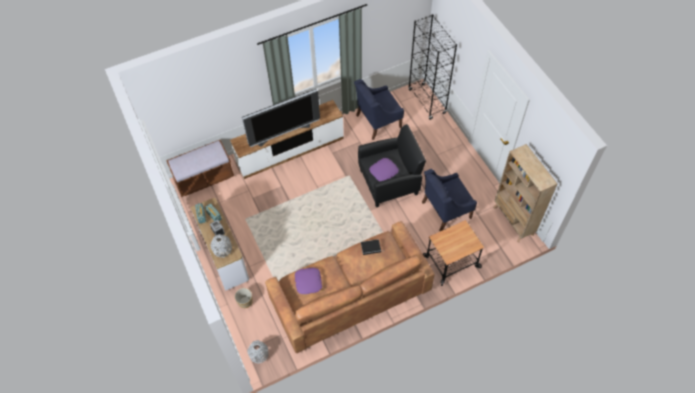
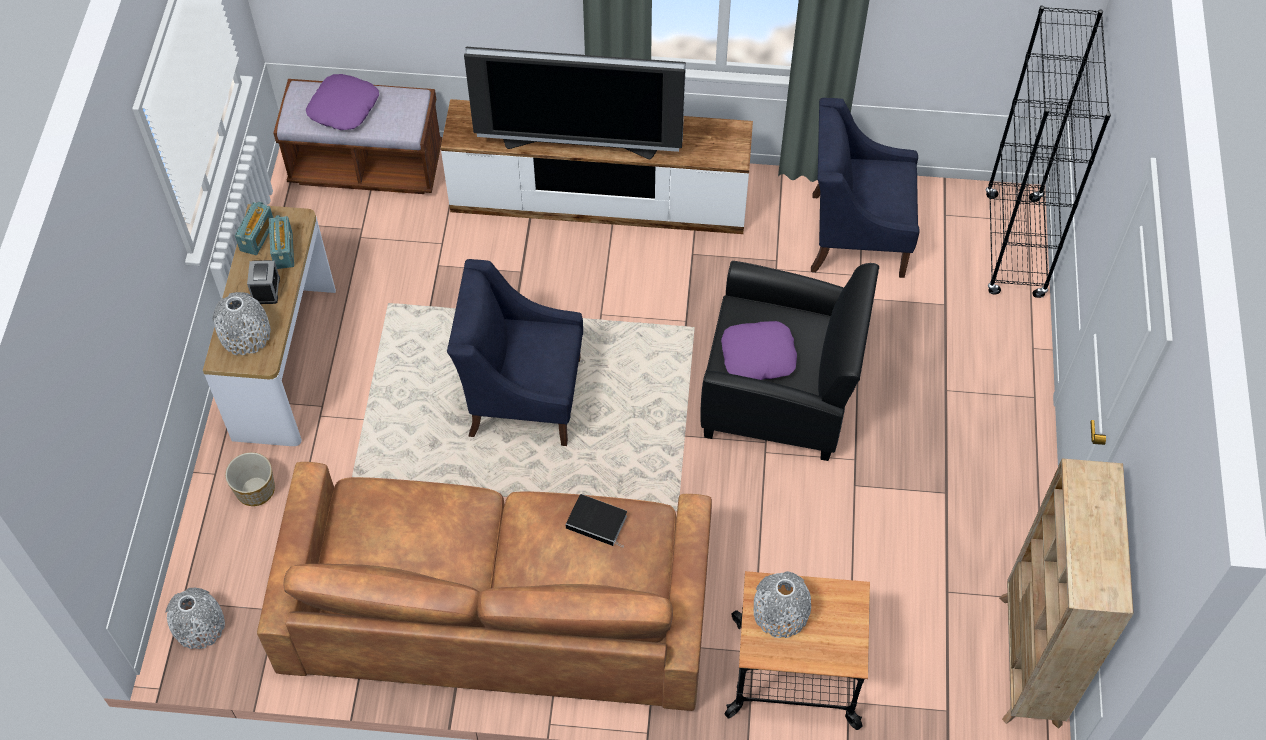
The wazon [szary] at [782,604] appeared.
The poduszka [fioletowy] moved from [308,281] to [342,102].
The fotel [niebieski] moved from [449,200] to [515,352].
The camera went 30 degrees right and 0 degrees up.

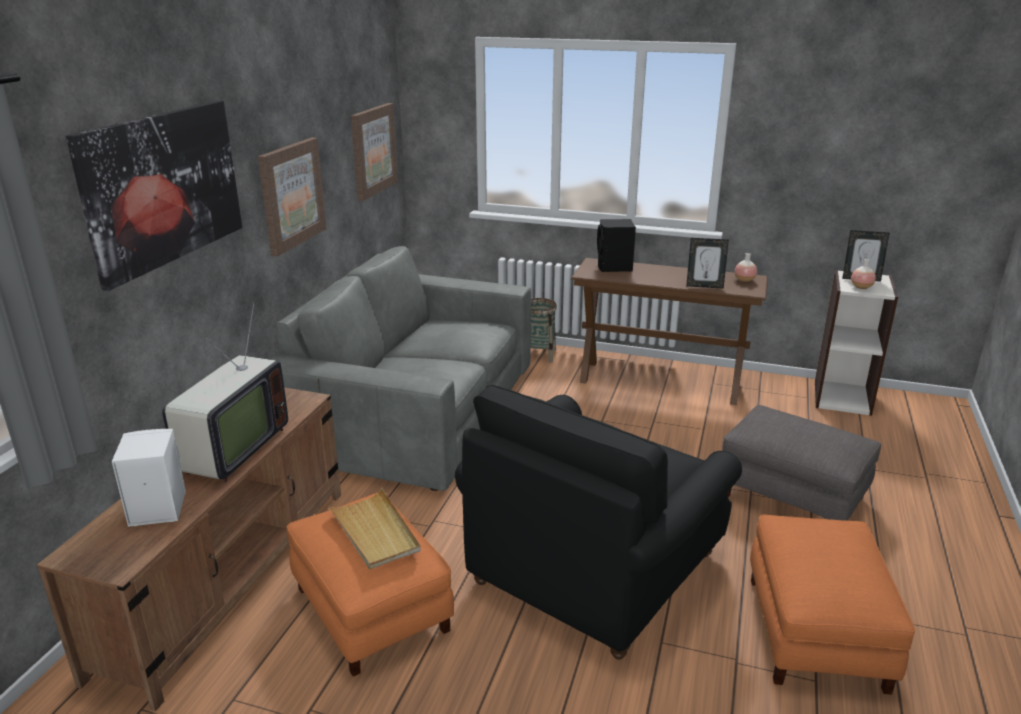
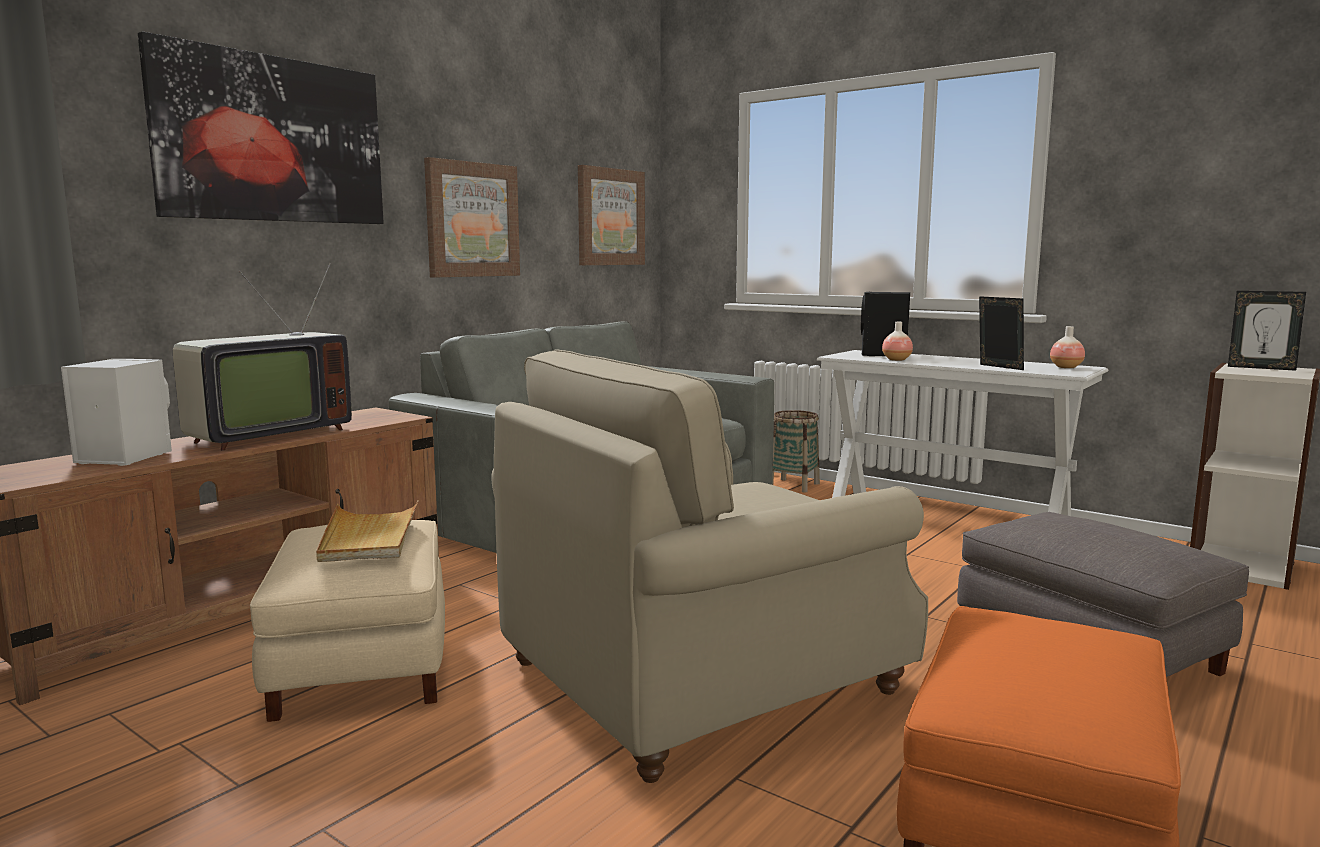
The wazon moved from [863,274] to [897,341].
The pufa [pomarańczowy] at [370,585] became the pufa [beżowy] at [347,621].
The fotel [czarny] at [598,522] became the fotel [beżowy] at [709,566].
The stolik konsolowy [brązowy] at [669,331] became the stolik konsolowy [biały] at [962,433].
The ramka na zdjęcie at [707,263] turned 150 degrees counterclockwise.
The camera went 20 degrees right and 15 degrees down.

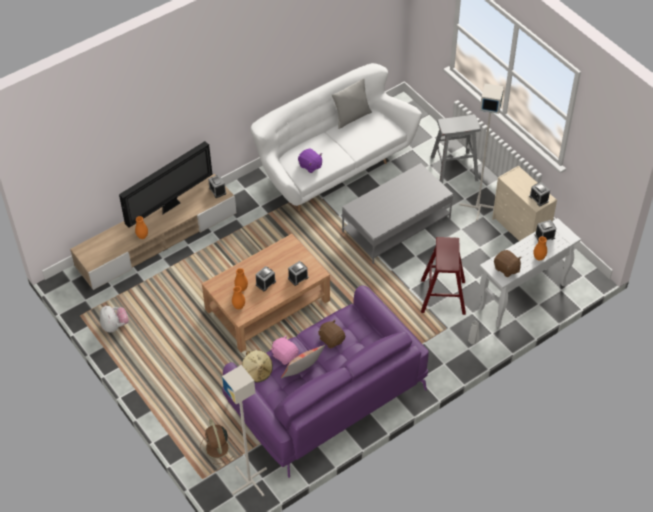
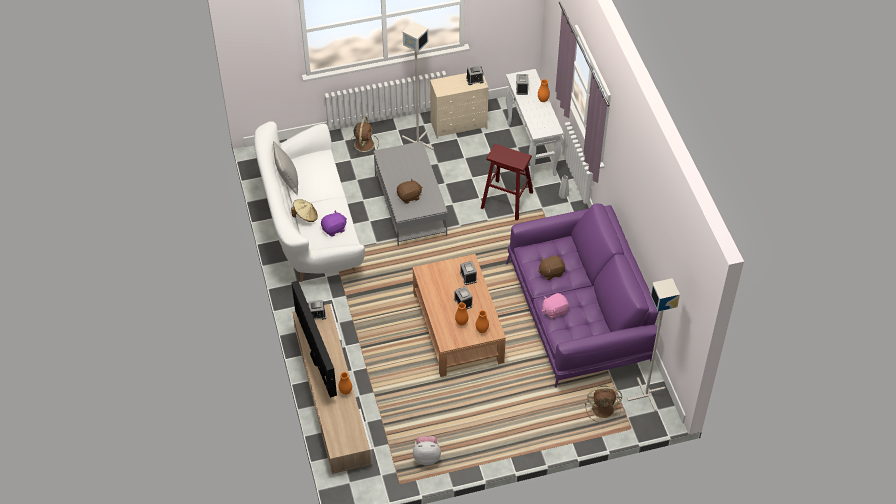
The poduszka at [303,361] disappeared.
The kapelusz [beżowy] moved from [257,366] to [304,210].
The pluszak [brązowy] moved from [507,263] to [409,191].
The stołek [szary] at [456,149] was replaced by the wentylator [brązowy] at [364,136].
The camera went 70 degrees left and 0 degrees up.

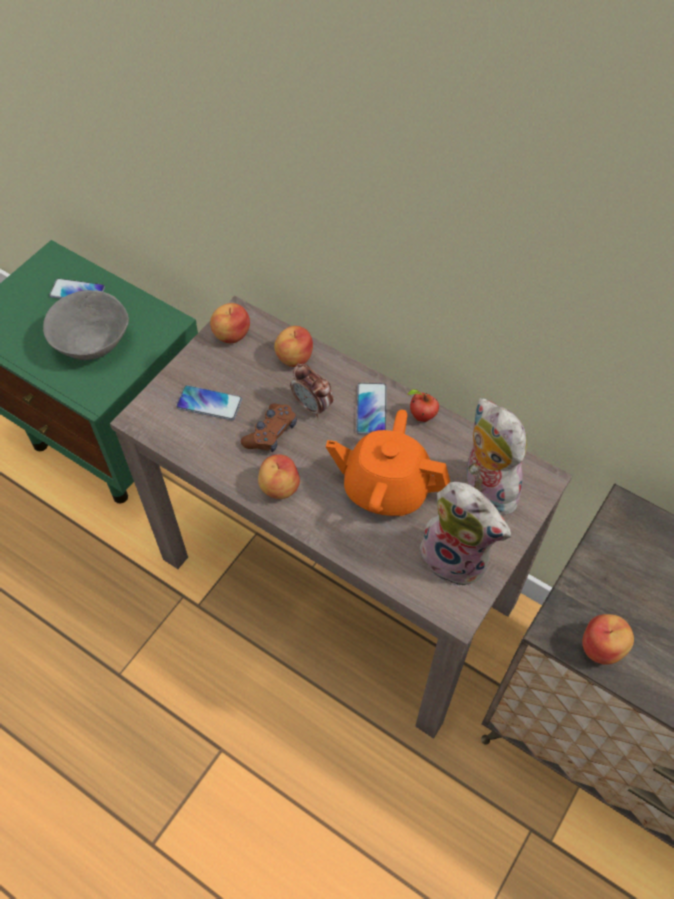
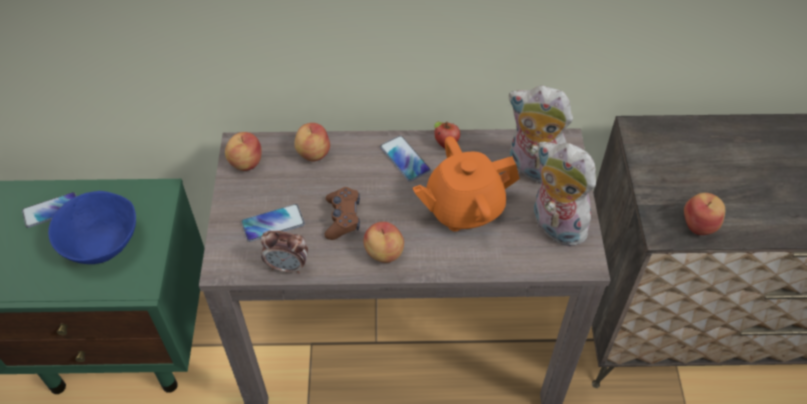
The budzik moved from [311,390] to [284,252].
The miska [szary] at [86,325] became the miska [niebieski] at [92,227].
The pluszak at [465,534] turned 135 degrees counterclockwise.
The camera went 35 degrees left and 5 degrees down.

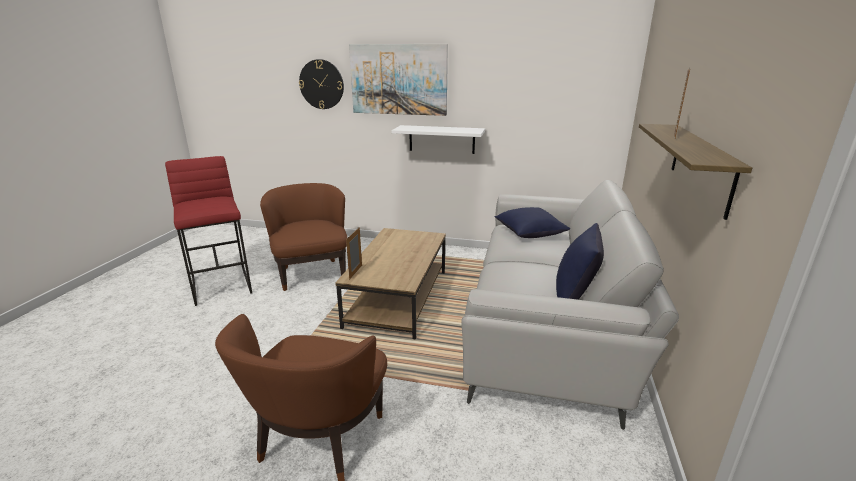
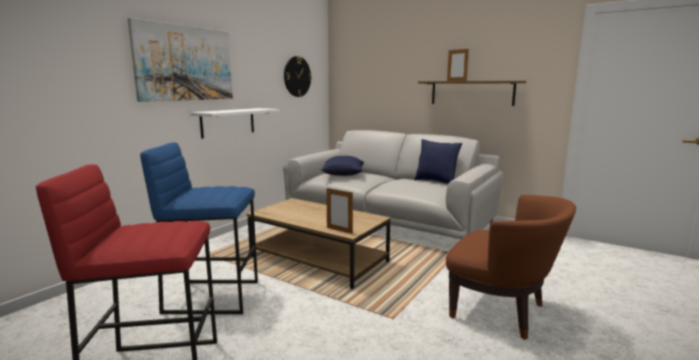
The zegar ścienny moved from [321,84] to [298,76].
The fotel [brązowy] at [303,237] was replaced by the stołek [niebieski] at [199,228].
The camera went 70 degrees left and 10 degrees down.

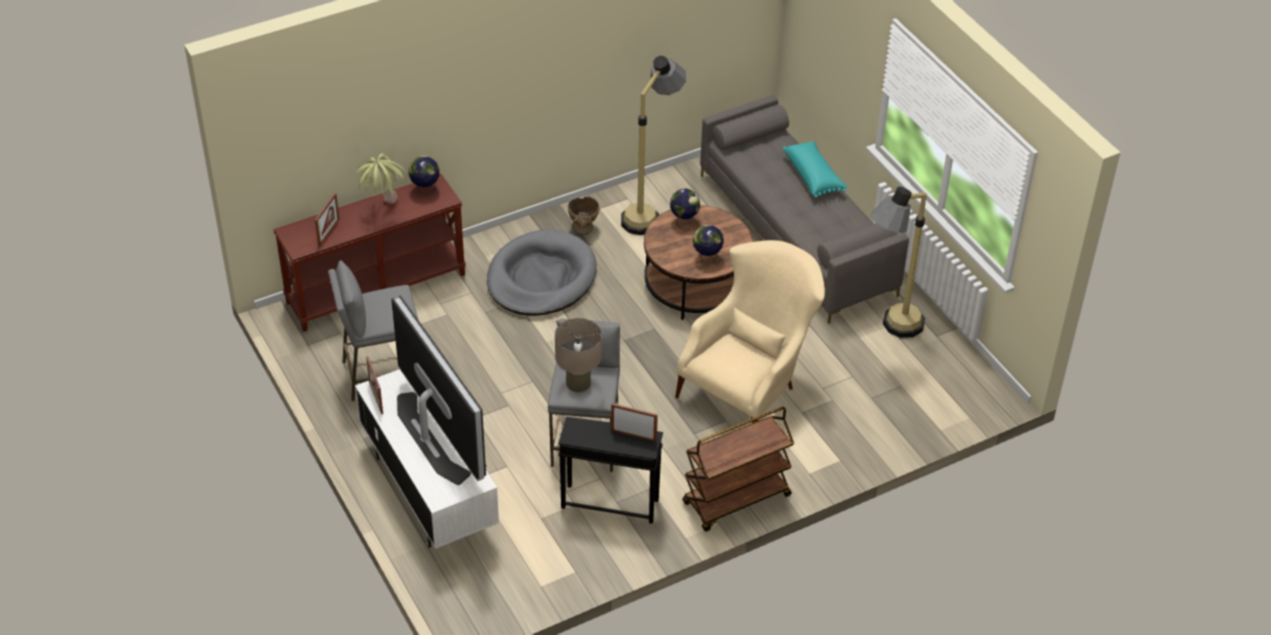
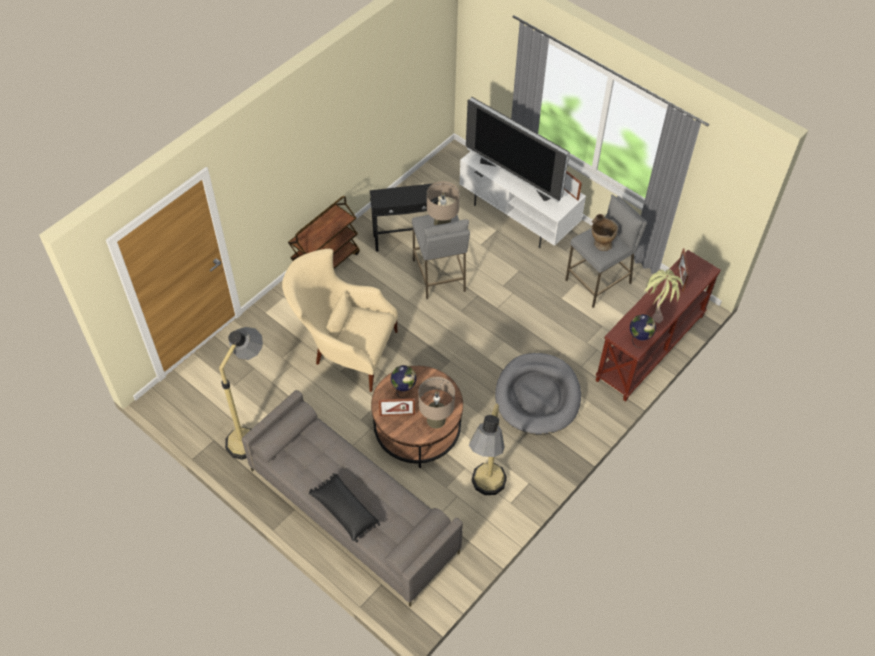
The wazon [beżowy] moved from [584,215] to [605,232].
The ramka na zdjęcie moved from [634,422] to [397,407].
The globus at [685,209] was replaced by the lampa stołowa [beżowy] at [436,402].
The poduszka [turkusowy] at [815,169] became the poduszka [czarny] at [344,507].
The fotel [beżowy] at [750,331] turned 90 degrees clockwise.
The camera went 160 degrees right and 10 degrees up.

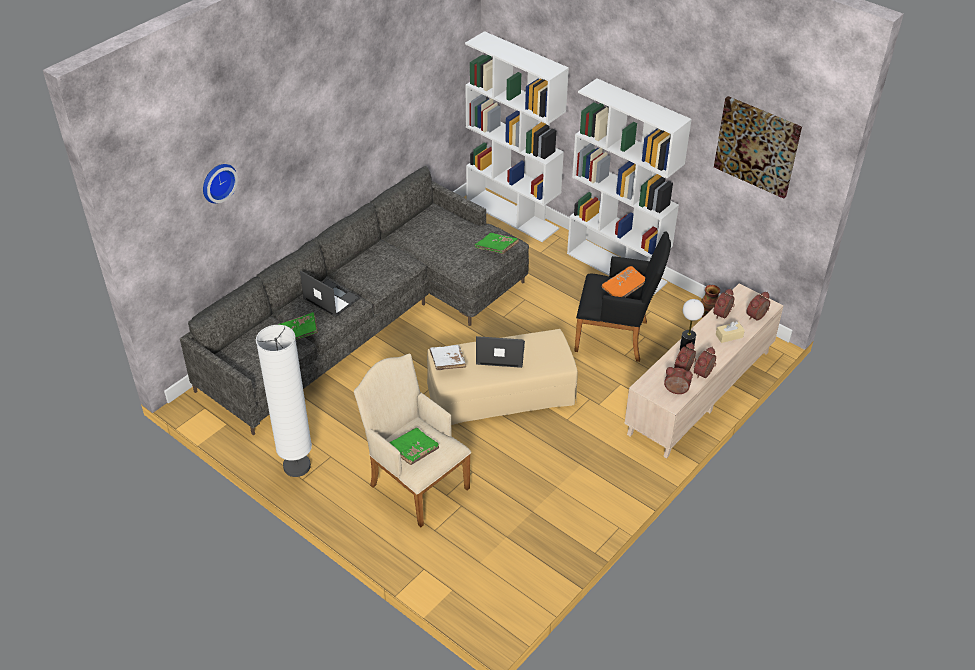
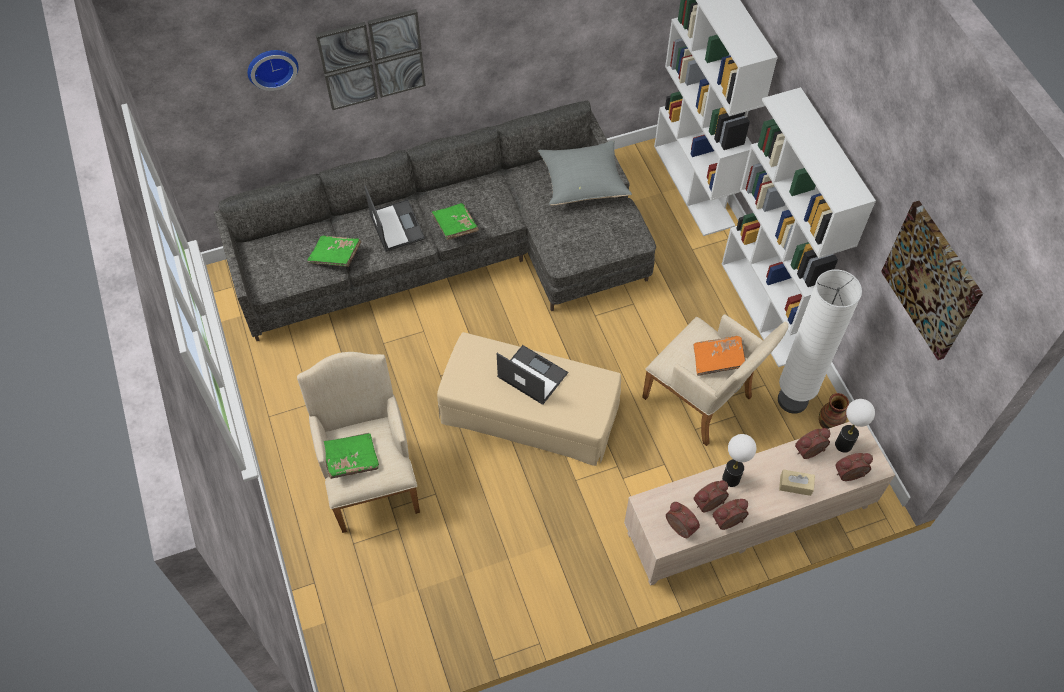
The książka [biały] at [447,357] disappeared.
The obraz at [371,59] appeared.
The poduszka [szary] at [585,173] appeared.
The lampa stołowa at [855,426] appeared.
The lampa stojąca [biały] moved from [284,401] to [820,341].
The książka [zielony] moved from [496,243] to [455,221].
The fotel [czarny] at [622,296] became the fotel [beżowy] at [715,380].
The camera went 30 degrees right and 15 degrees up.

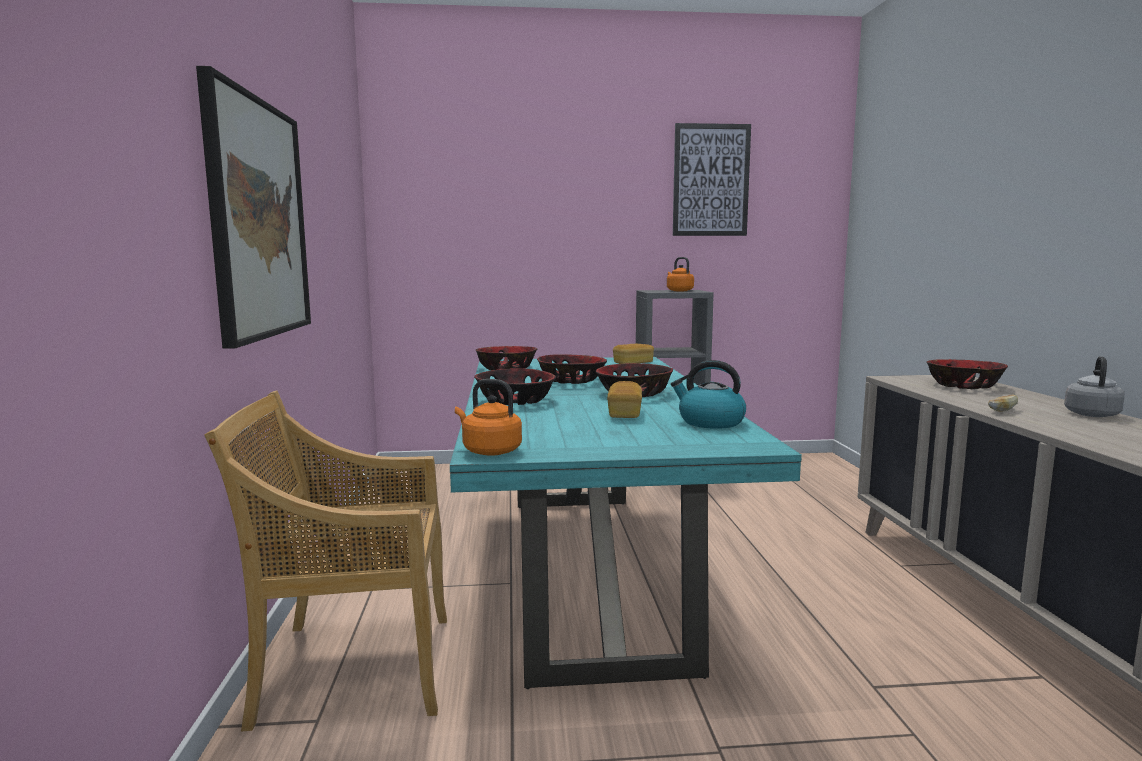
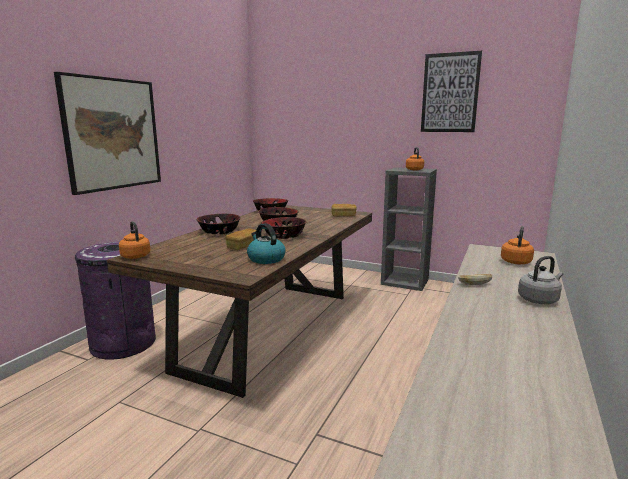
The krzesło [beżowy] at [325,561] was replaced by the kosz na śmieci [fioletowy] at [114,301].
The miska at [967,374] was replaced by the czajnik [pomarańczowy] at [517,245].
The stół jadalny [turkusowy] at [626,523] became the stół jadalny [brązowy] at [239,301].
The camera went 30 degrees right and 5 degrees up.

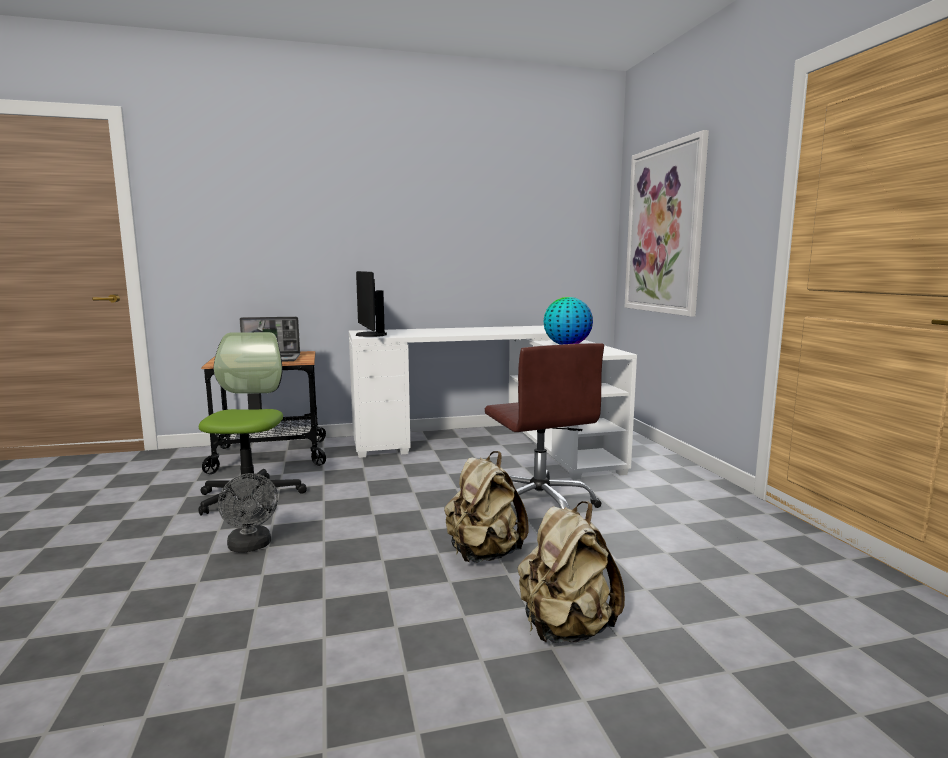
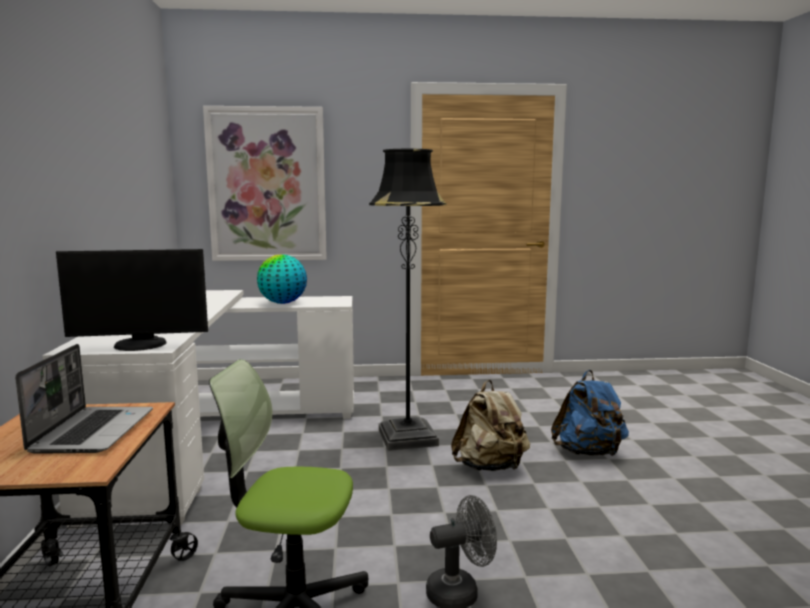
The krzesło biurowe [brązowy] at [544,426] was replaced by the lampa stojąca [czarny] at [407,300].
The plecak [beżowy] at [571,572] became the plecak [niebieski] at [590,413].
The camera went 80 degrees left and 0 degrees up.

